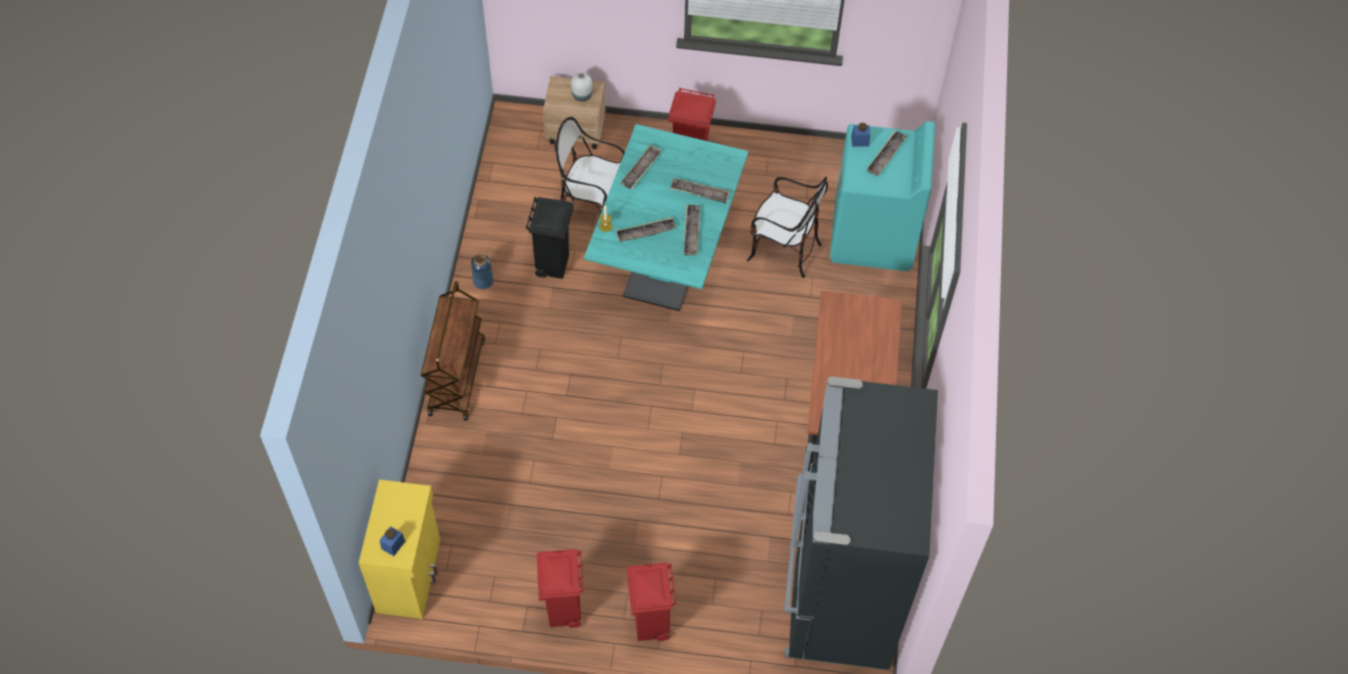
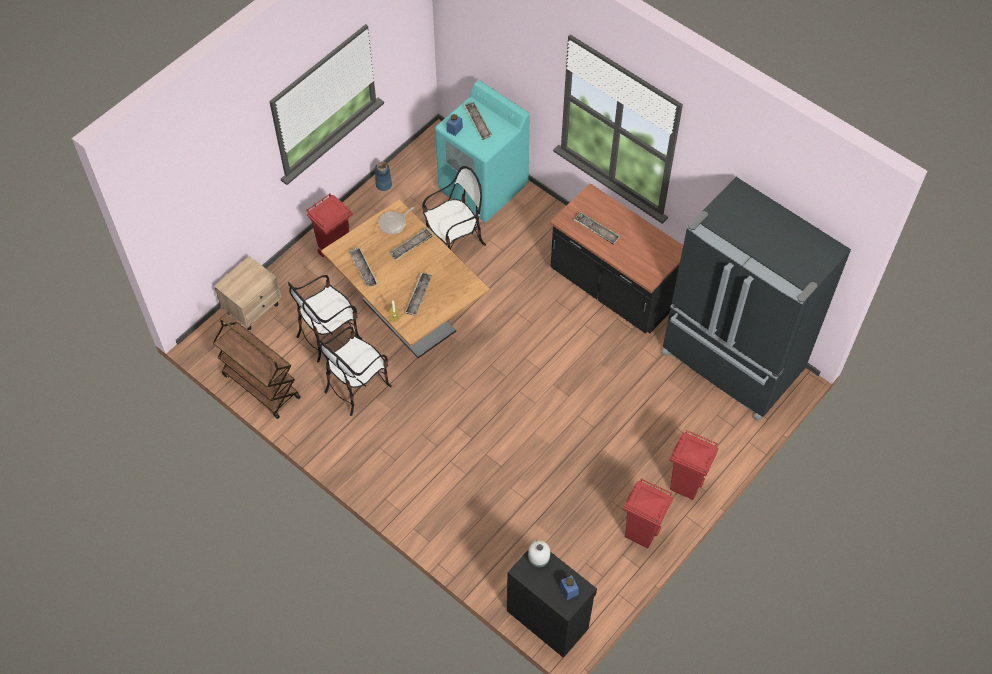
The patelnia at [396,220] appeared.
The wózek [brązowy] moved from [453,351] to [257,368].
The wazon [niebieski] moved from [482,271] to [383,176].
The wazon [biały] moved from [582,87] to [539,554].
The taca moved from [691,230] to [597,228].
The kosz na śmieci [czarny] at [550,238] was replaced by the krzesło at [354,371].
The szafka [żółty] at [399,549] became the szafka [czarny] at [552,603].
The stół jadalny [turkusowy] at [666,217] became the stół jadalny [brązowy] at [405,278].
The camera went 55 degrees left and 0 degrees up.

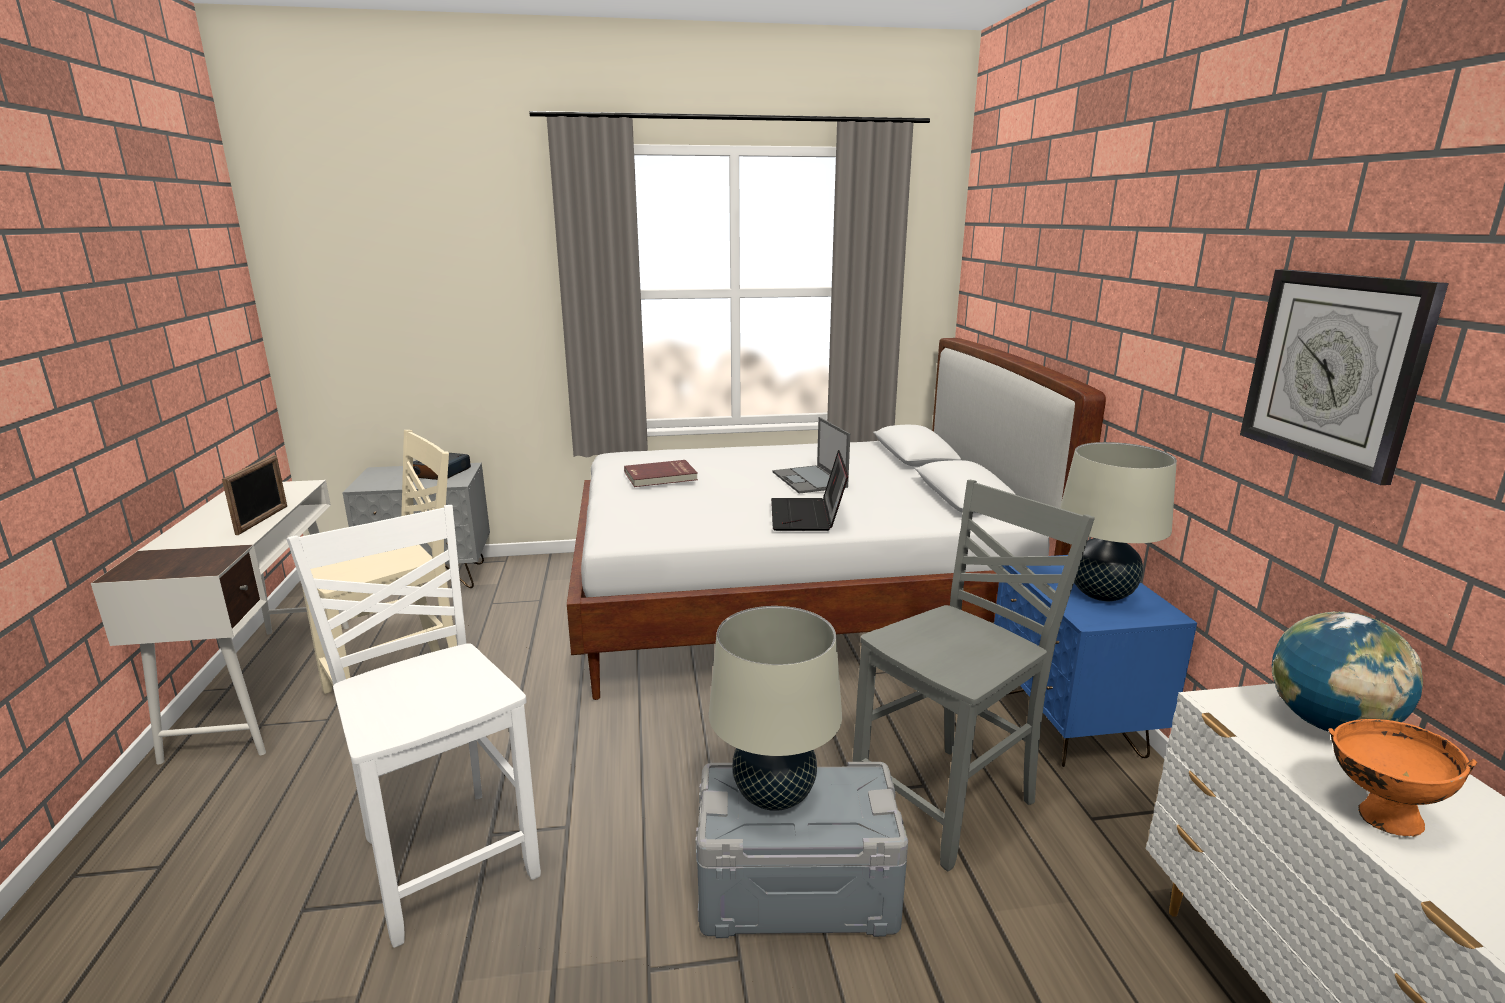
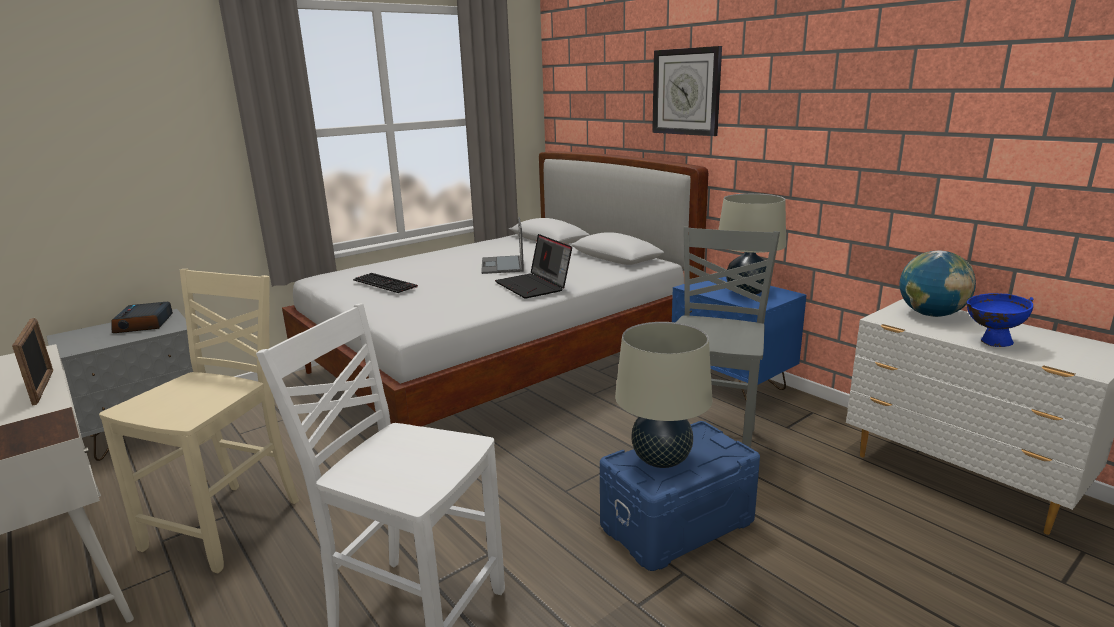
The zegar ścienny moved from [1344,377] to [687,91].
The książka [czerwony] at [661,473] was replaced by the klawiatura at [385,283].
The pojemnik do przechowywania [szary] at [802,850] became the pojemnik do przechowywania [niebieski] at [680,496].
The miska [pomarańczowy] at [1402,777] became the miska [niebieski] at [1000,320].
The laptop at [811,455] turned 45 degrees clockwise.
The camera went 30 degrees left and 0 degrees up.

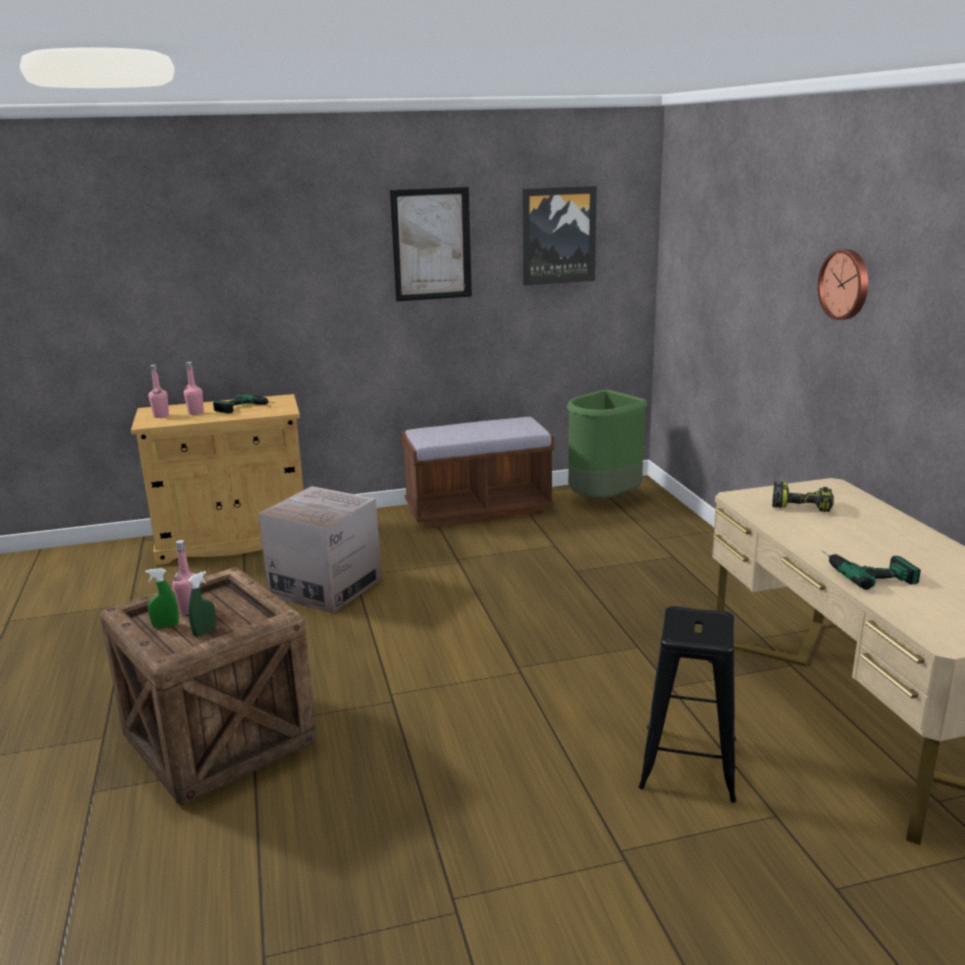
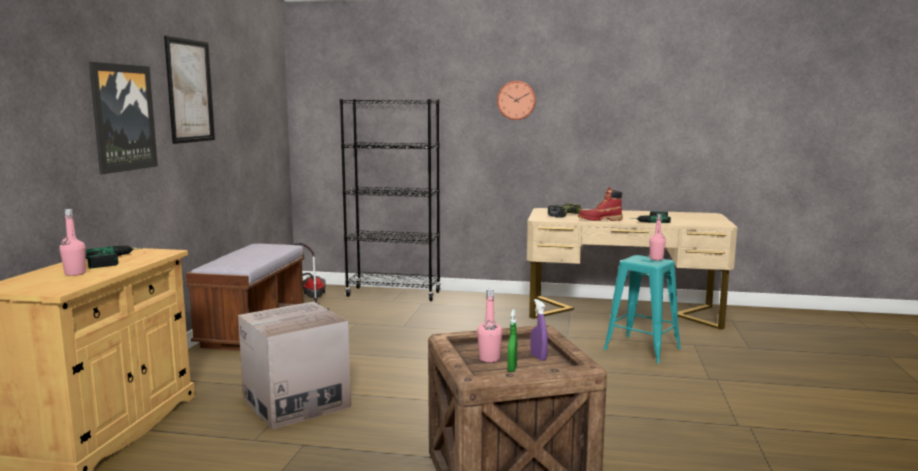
The regał [czarny] at [390,200] appeared.
The but z cholewką [czerwony] at [600,204] appeared.
The butelka [różowy] moved from [159,391] to [657,237].
The obraz moved from [559,235] to [123,118].
The kosz na śmieci [zielony] at [607,444] was replaced by the odkurzacz at [311,276].
The spryskiwacz [zielony] at [202,604] became the spryskiwacz [fioletowy] at [539,330].
The stołek [czarny] at [687,704] became the stołek [turkusowy] at [642,309].
The camera went 65 degrees left and 10 degrees down.

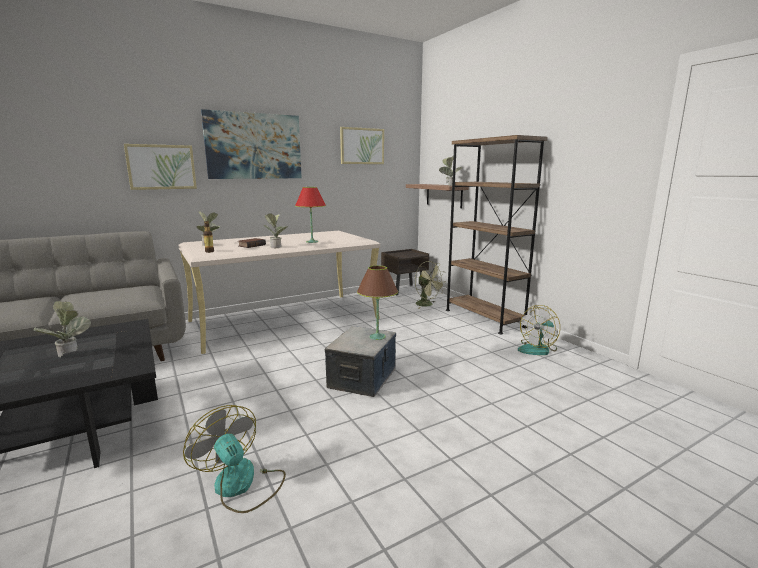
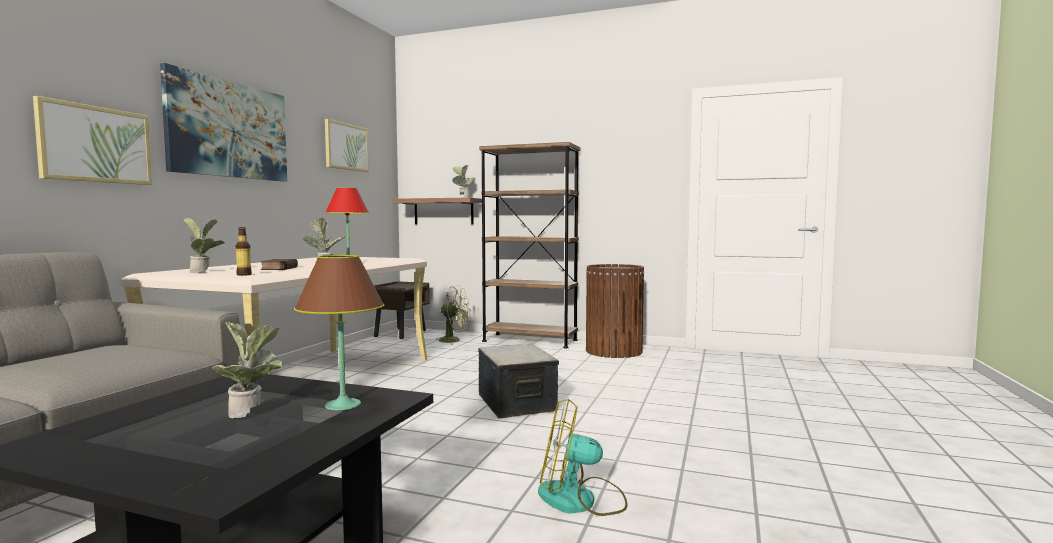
The lampa stołowa [brązowy] moved from [377,303] to [339,332].
The wentylator at [539,330] was replaced by the kosz na śmieci [brązowy] at [615,311].
The camera went 40 degrees left and 10 degrees down.

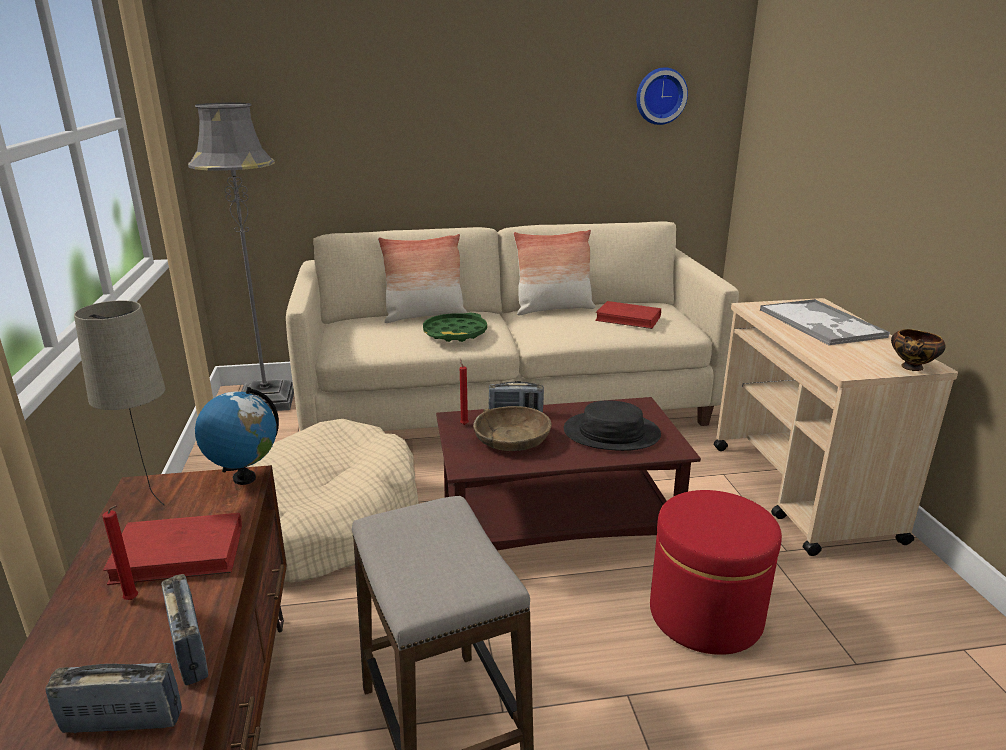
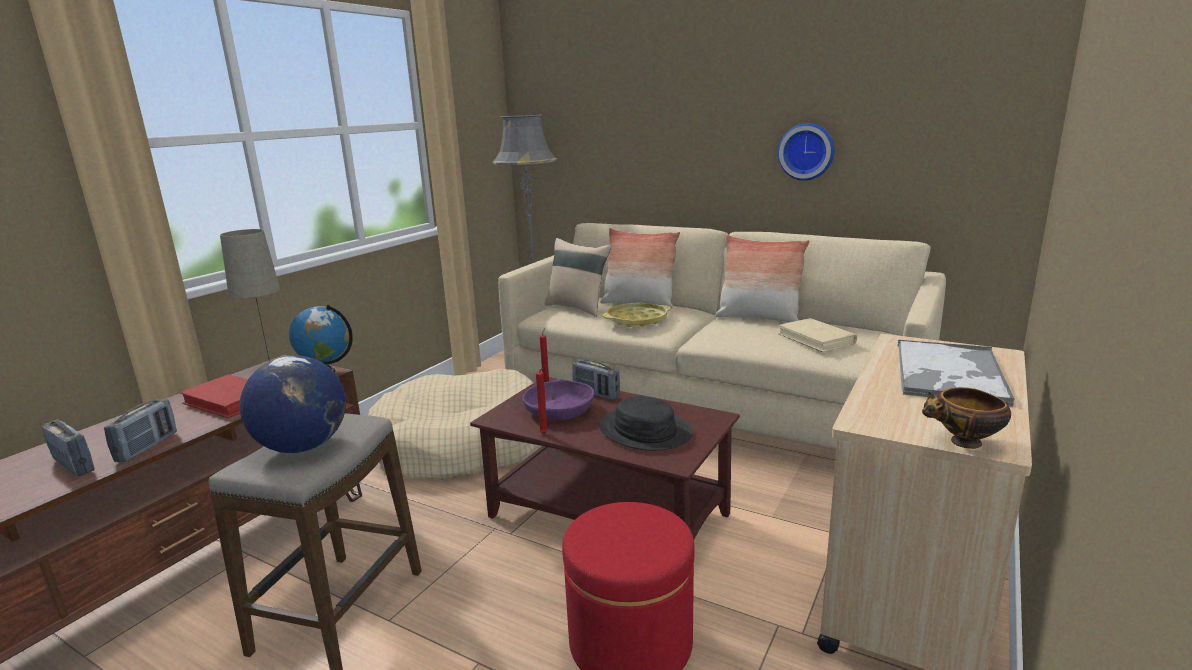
The globus at [293,404] appeared.
The poduszka [beżowy] at [578,277] appeared.
The świeca [czerwony] moved from [120,552] to [542,401].
The zegar ścienny moved from [662,96] to [806,152].
The taca [zielony] at [455,327] became the taca [żółty] at [636,315].
The miska [brązowy] at [512,428] became the miska [fioletowy] at [558,399].
The książka [czerwony] at [628,315] became the książka [beżowy] at [817,335].
The camera went 40 degrees right and 5 degrees down.

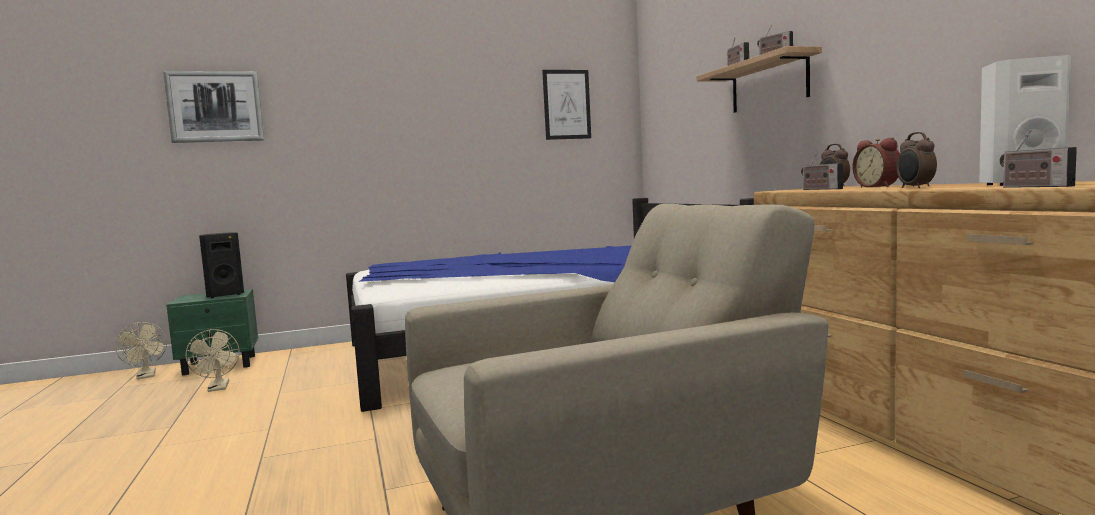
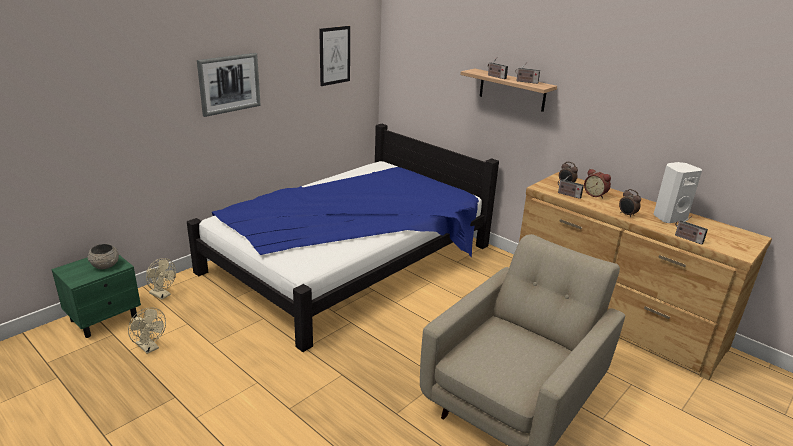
The wentylator [beżowy] moved from [141,350] to [161,279].
The obraz moved from [213,107] to [229,85].
The głośnik [czarny] at [221,265] was replaced by the miska [szary] at [103,256].
The camera went 30 degrees left and 20 degrees up.

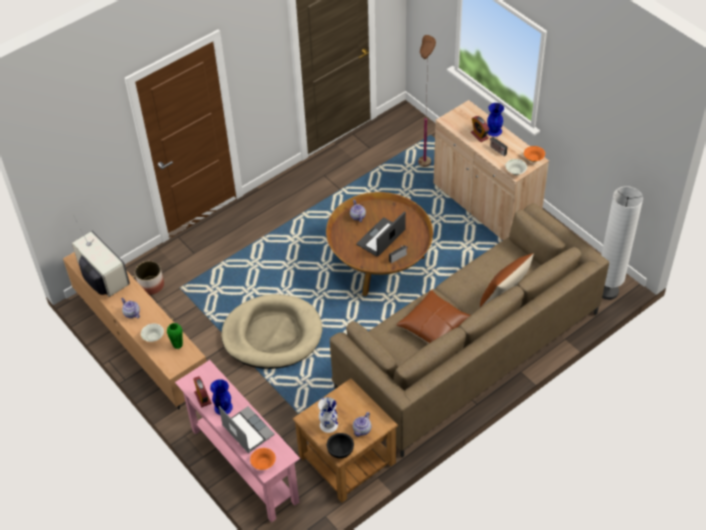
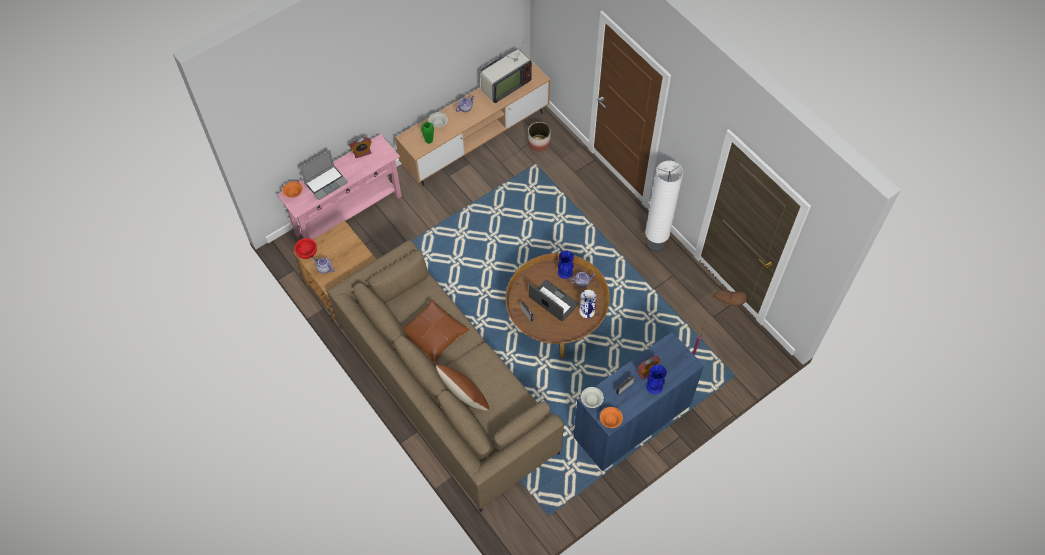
The legowisko [beżowy] at [272,331] disappeared.
The wazon [niebieski] moved from [221,397] to [566,265].
The wazon [biały] moved from [328,415] to [587,304].
The lampa stojąca [biały] moved from [622,243] to [664,206].
The miska [czarny] at [340,446] became the miska [czerwony] at [305,248].
The szafka [beżowy] at [491,170] became the szafka [niebieski] at [638,402].
The camera went 90 degrees right and 10 degrees up.

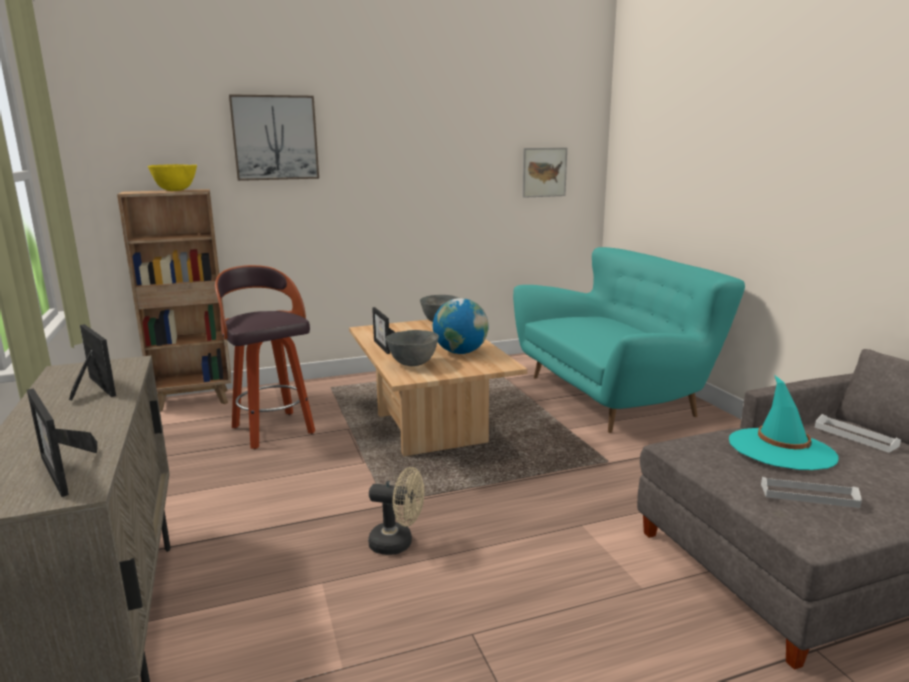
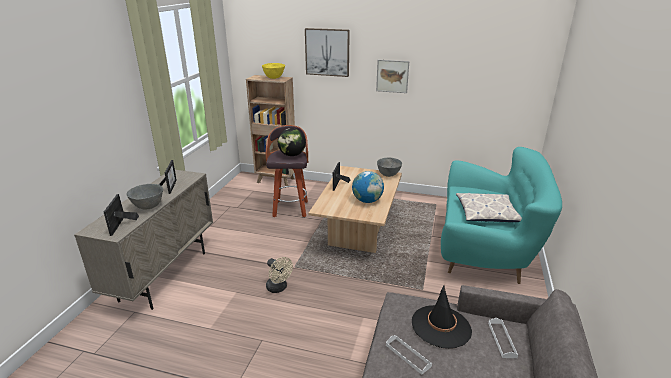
The globus at [292,142] appeared.
The poduszka at [489,207] appeared.
The miska [szary] moved from [412,348] to [144,196].
The obraz moved from [544,173] to [392,76].
The kapelusz [turkusowy] at [784,422] became the kapelusz [czarny] at [442,317].
The camera went 35 degrees right and 10 degrees up.

